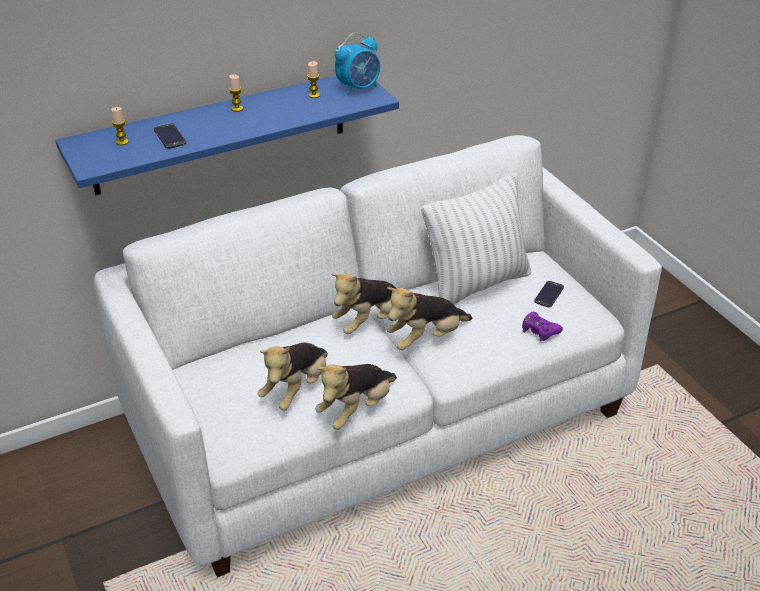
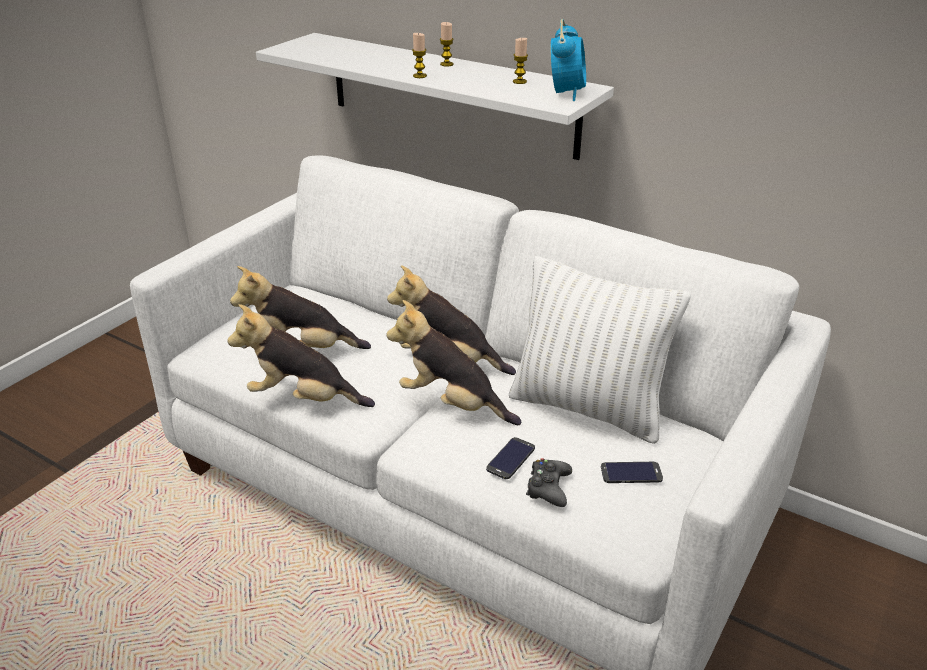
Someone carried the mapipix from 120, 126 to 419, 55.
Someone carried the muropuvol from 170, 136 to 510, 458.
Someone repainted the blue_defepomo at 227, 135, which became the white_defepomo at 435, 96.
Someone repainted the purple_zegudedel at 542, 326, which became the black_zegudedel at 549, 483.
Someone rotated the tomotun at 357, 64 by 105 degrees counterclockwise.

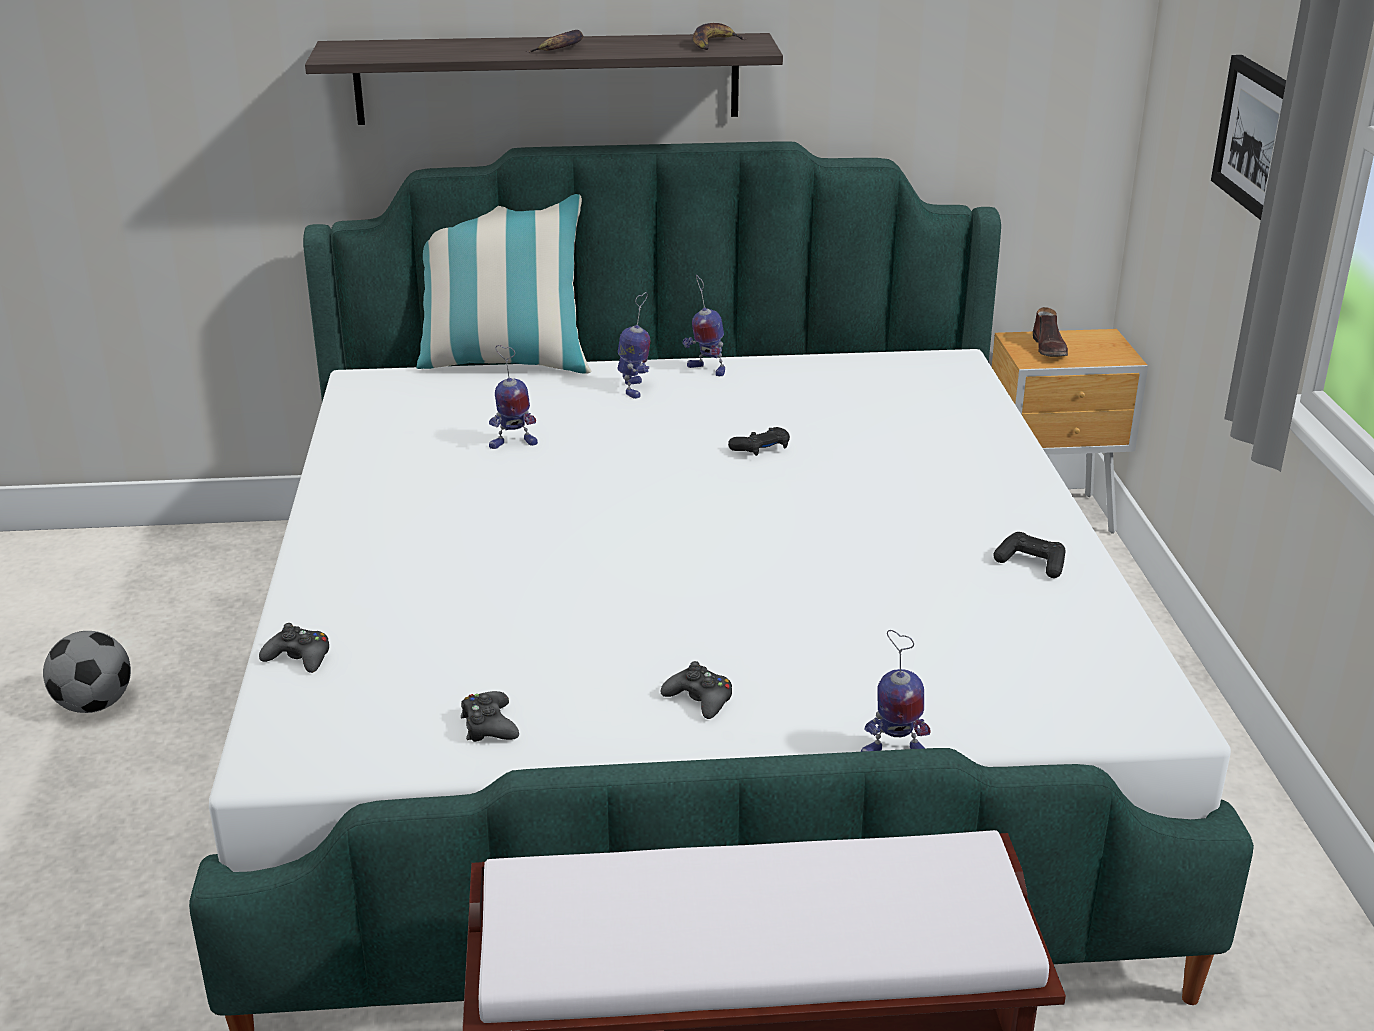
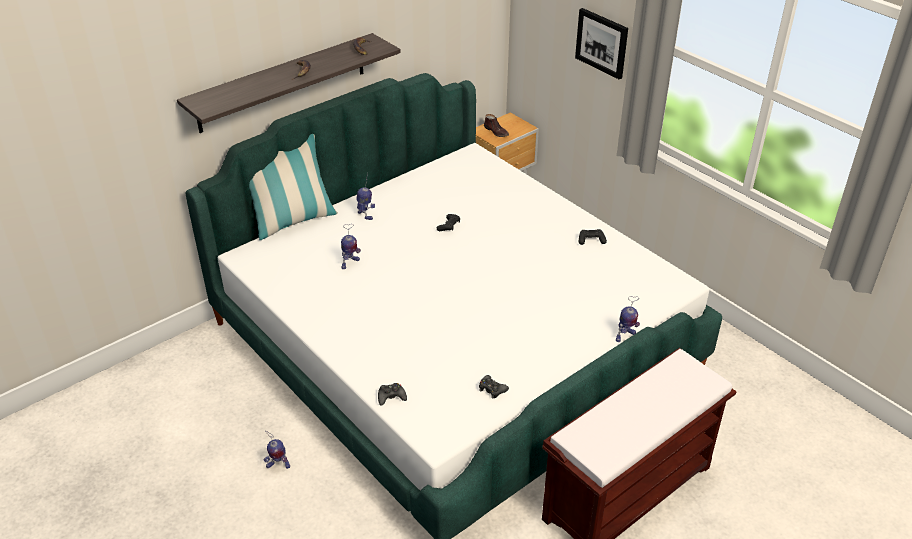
Someone took away the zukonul at 87, 672.
Someone took away the black_zegudedel at 696, 690.
Someone carried the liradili from 704, 325 to 276, 450.

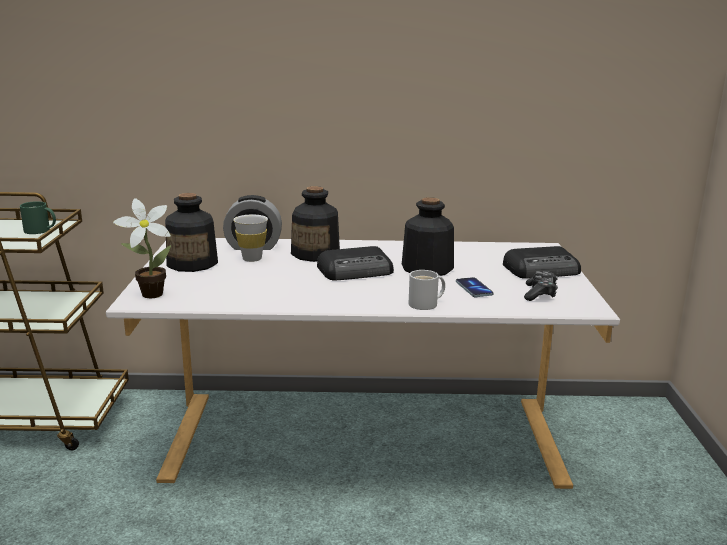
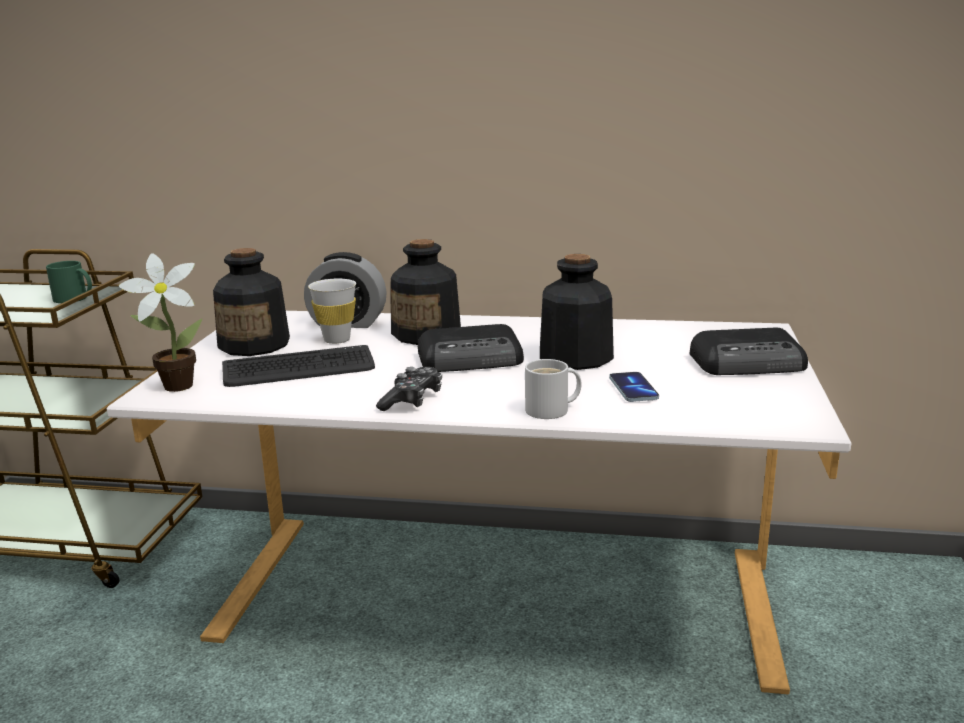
Someone put down the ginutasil at 298, 366.
Someone carried the zegudedel from 541, 286 to 409, 389.

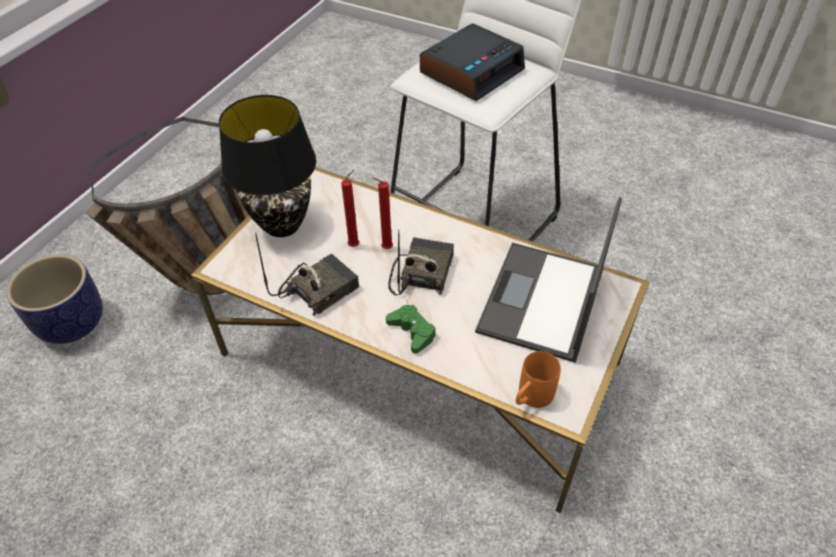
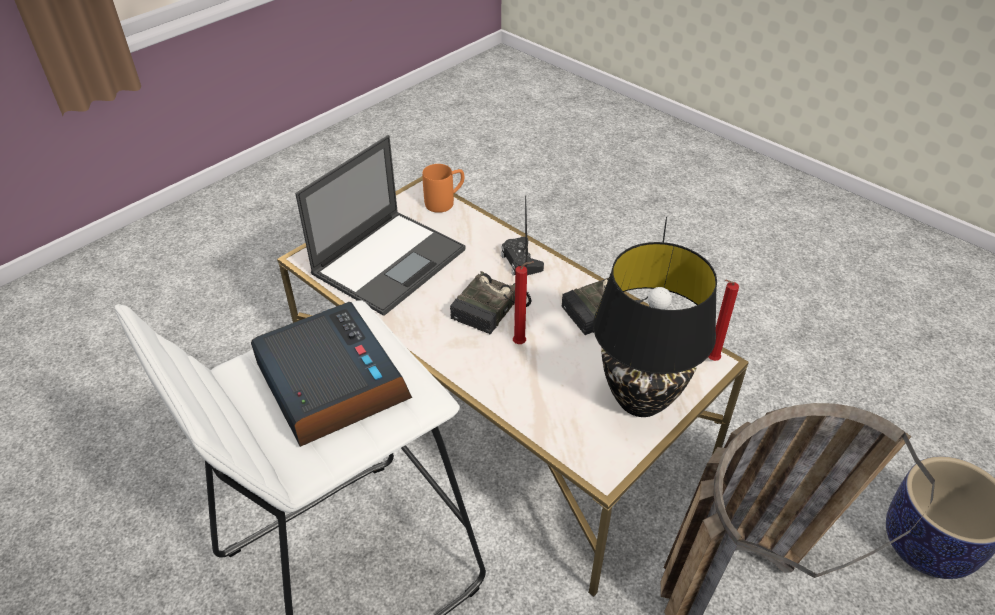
Someone carried the red_mapipix from 350, 208 to 723, 320.
Someone repainted the green_zegudedel at 411, 329, which became the black_zegudedel at 522, 256.
Someone rotated the tomotun at 472, 62 by 90 degrees clockwise.

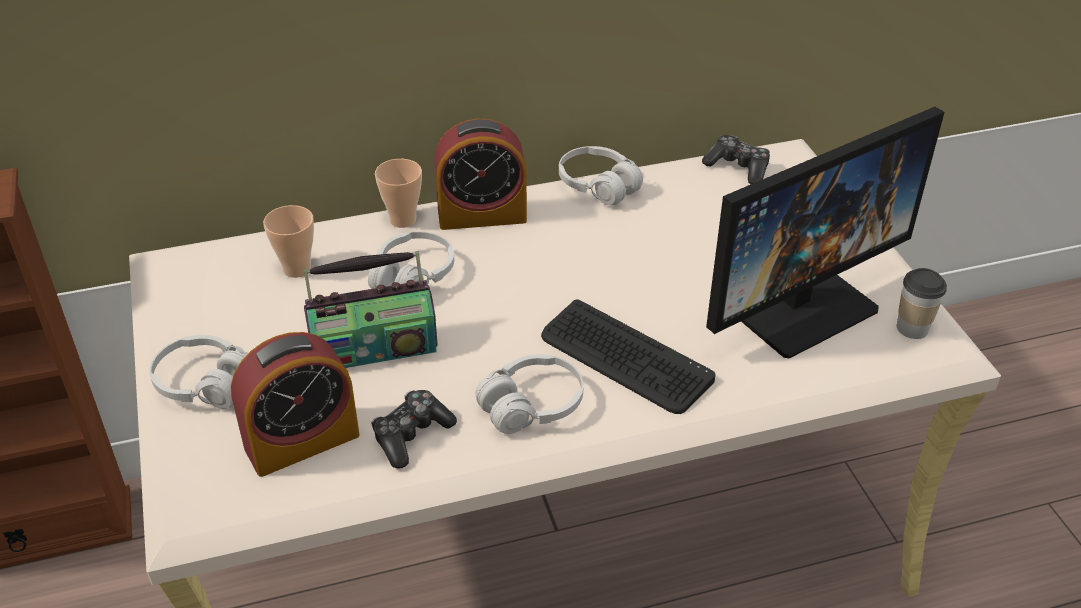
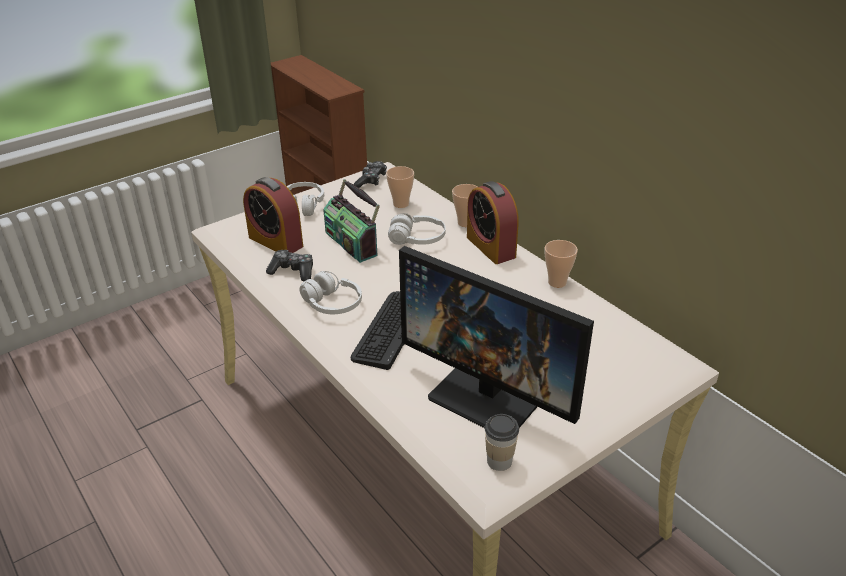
Someone carried the zegudedel from 736, 159 to 370, 174.
Someone swapped the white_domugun at 601, 175 for the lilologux at 561, 264.

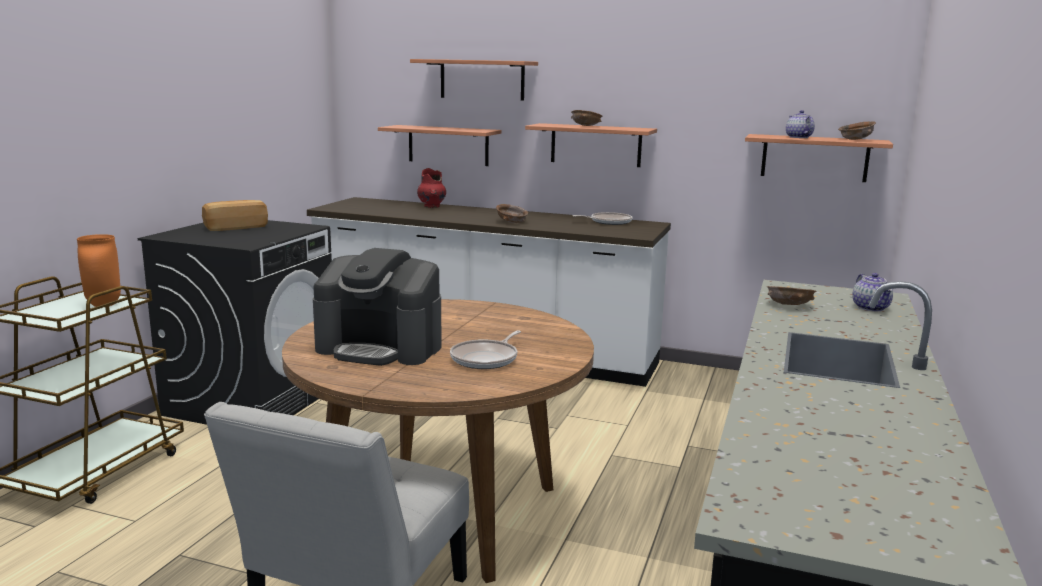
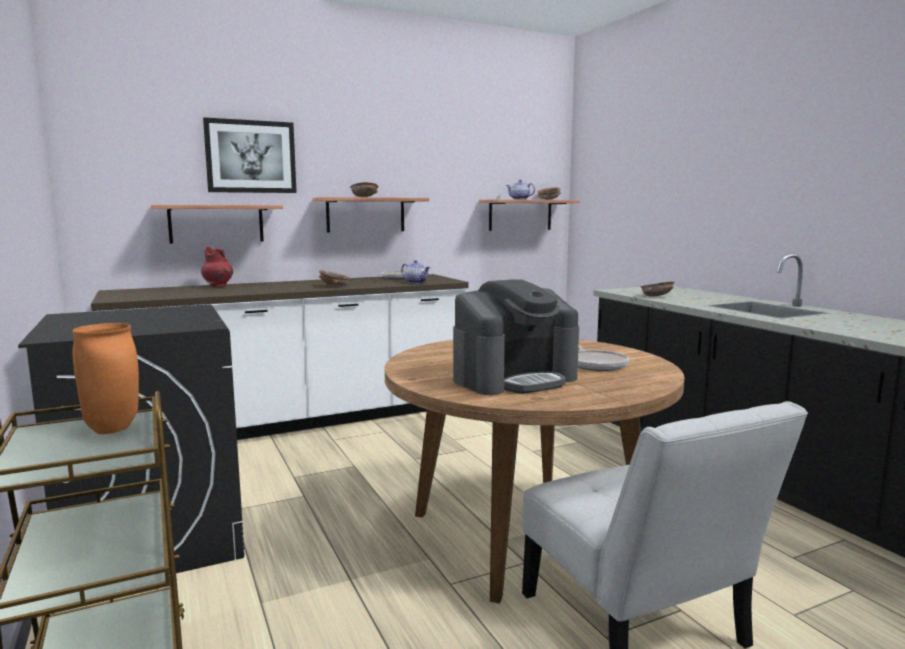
Someone took away the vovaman at 235, 215.
Someone carried the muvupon from 872, 292 to 415, 271.
Someone swapped the defepomo at 474, 80 for the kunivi at 250, 155.

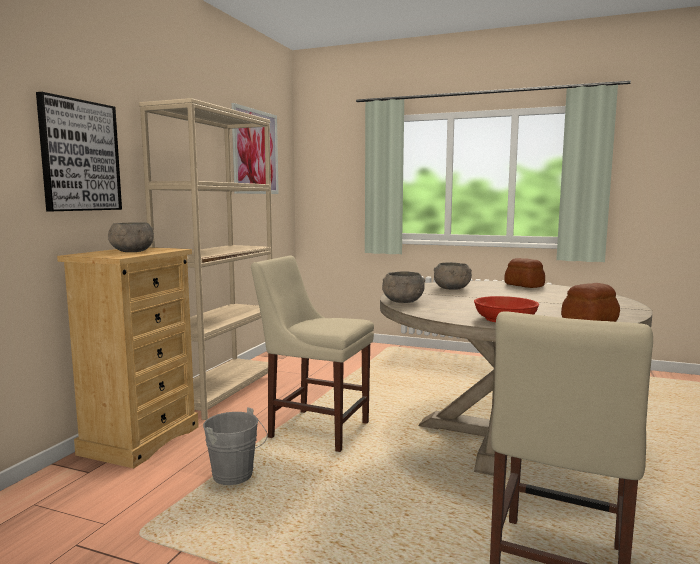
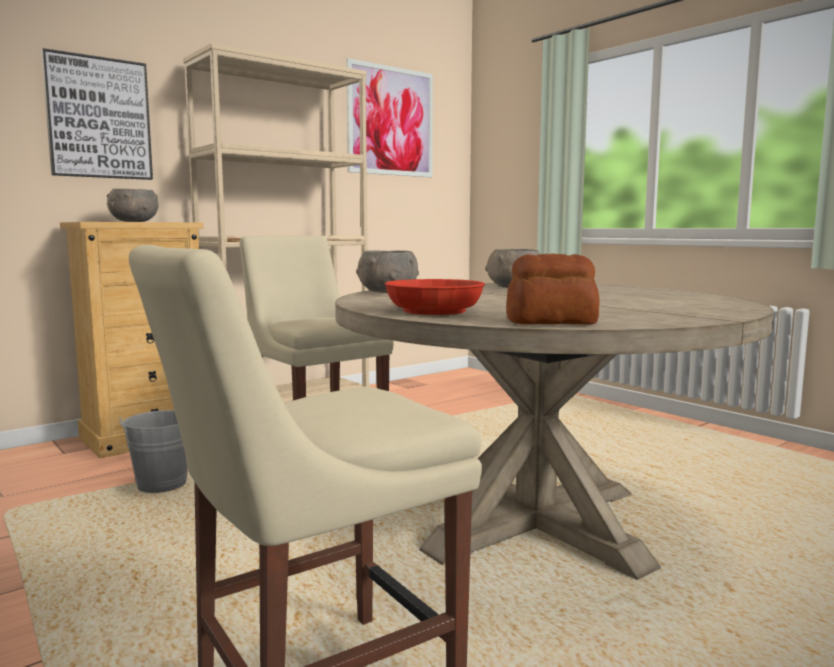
Someone took away the vovaman at 524, 273.

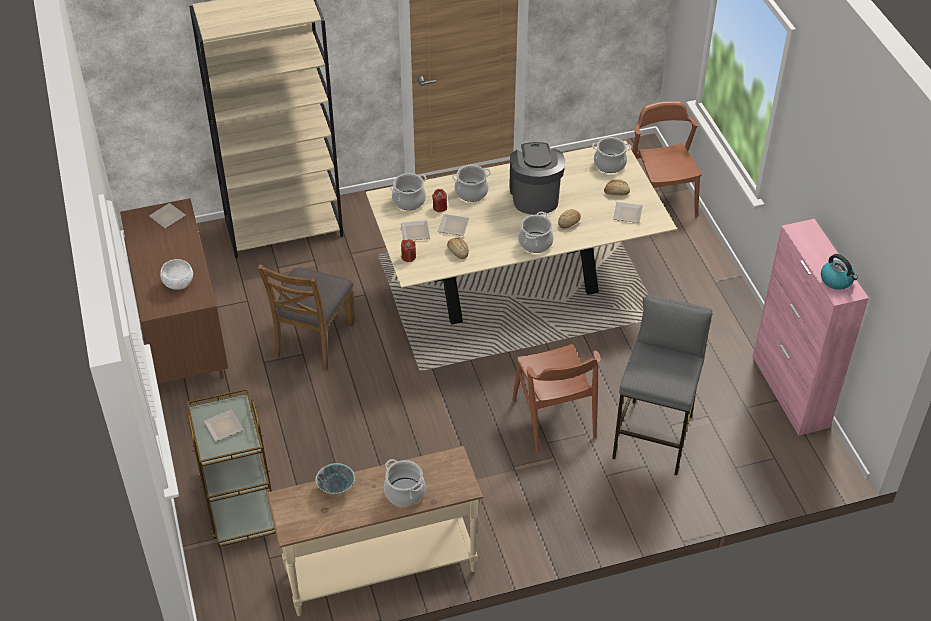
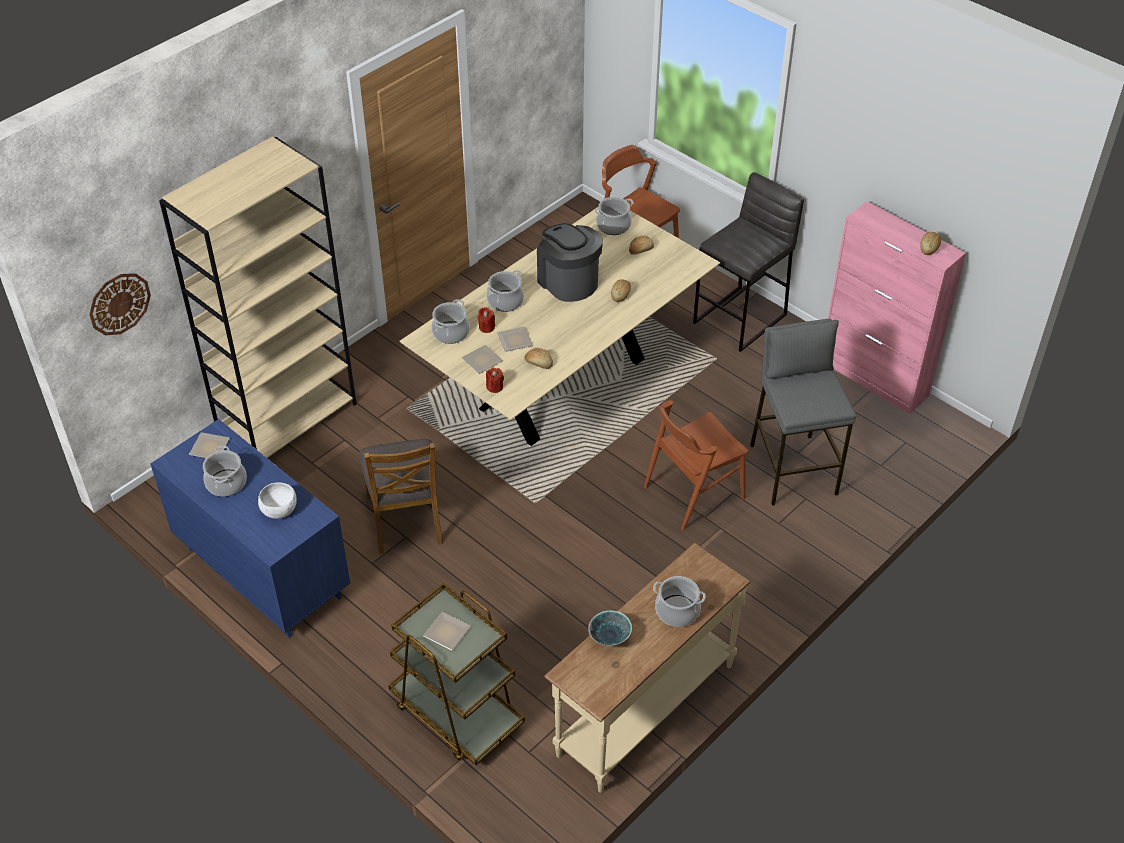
Someone took away the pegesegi at 628, 212.
Someone put up the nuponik at 120, 304.
Someone put down the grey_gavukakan at 748, 262.
Someone carried the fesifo from 536, 232 to 225, 471.
Someone swapped the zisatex at 839, 272 for the vovaman at 930, 243.
Someone repainted the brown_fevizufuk at 174, 294, which became the blue_fevizufuk at 250, 528.
Someone rotated the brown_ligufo at 556, 398 by 105 degrees clockwise.

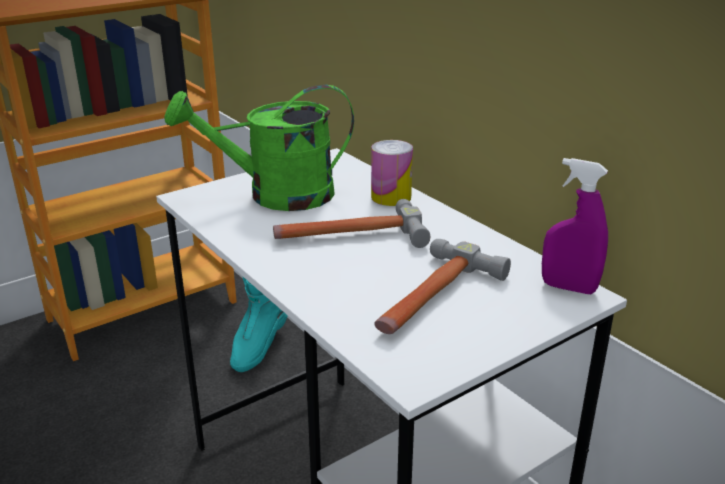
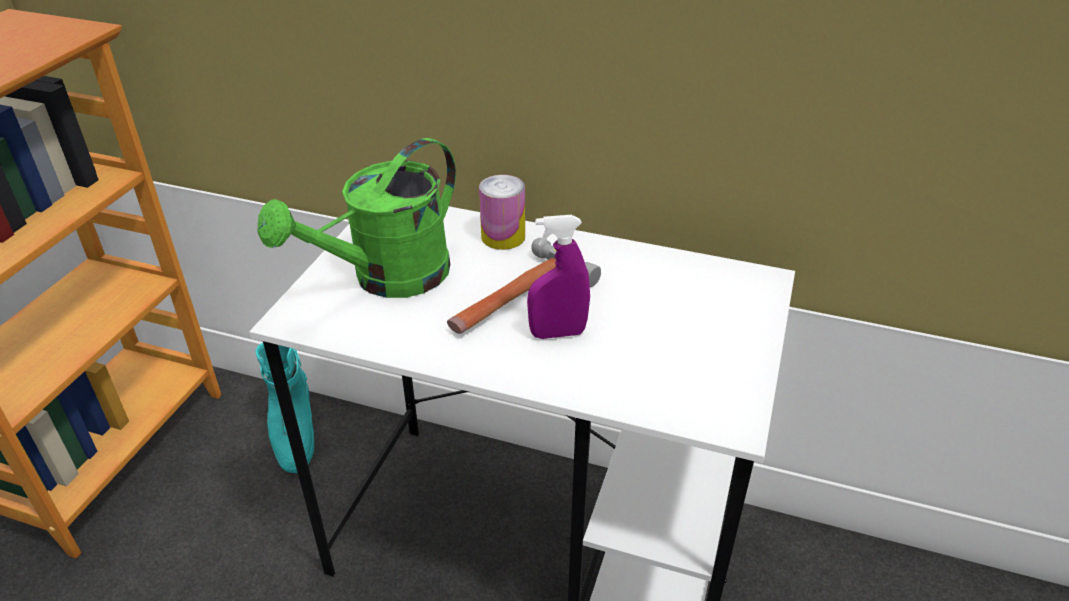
Someone took away the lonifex at 442, 286.
Someone carried the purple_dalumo from 575, 226 to 558, 277.

